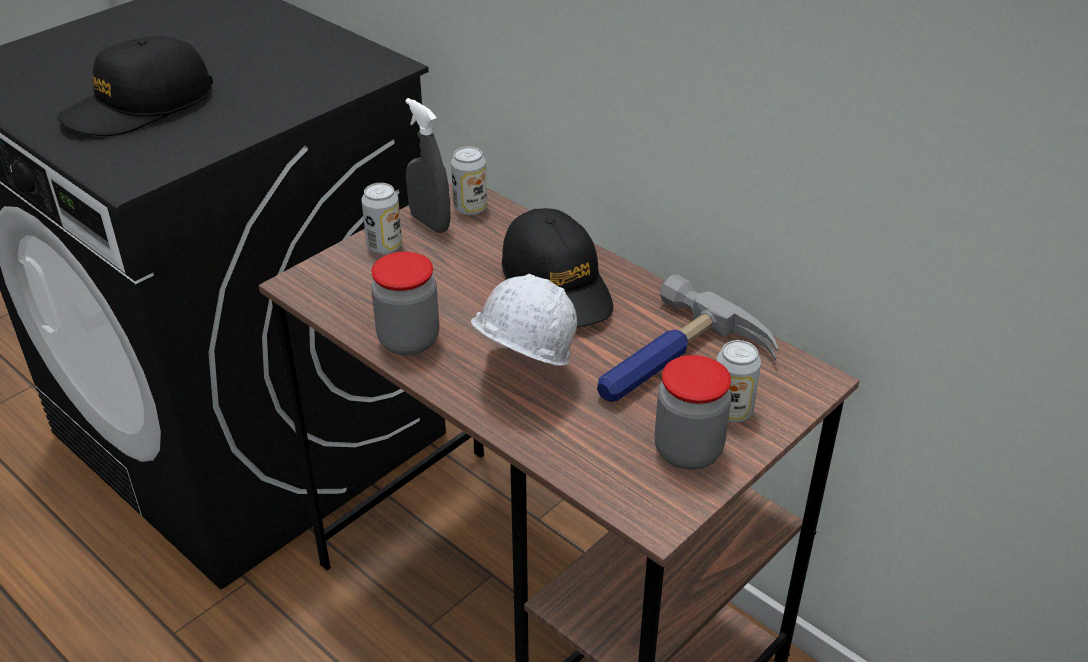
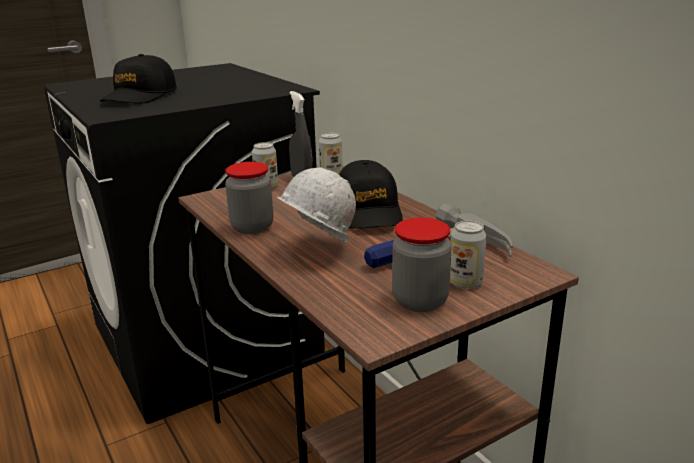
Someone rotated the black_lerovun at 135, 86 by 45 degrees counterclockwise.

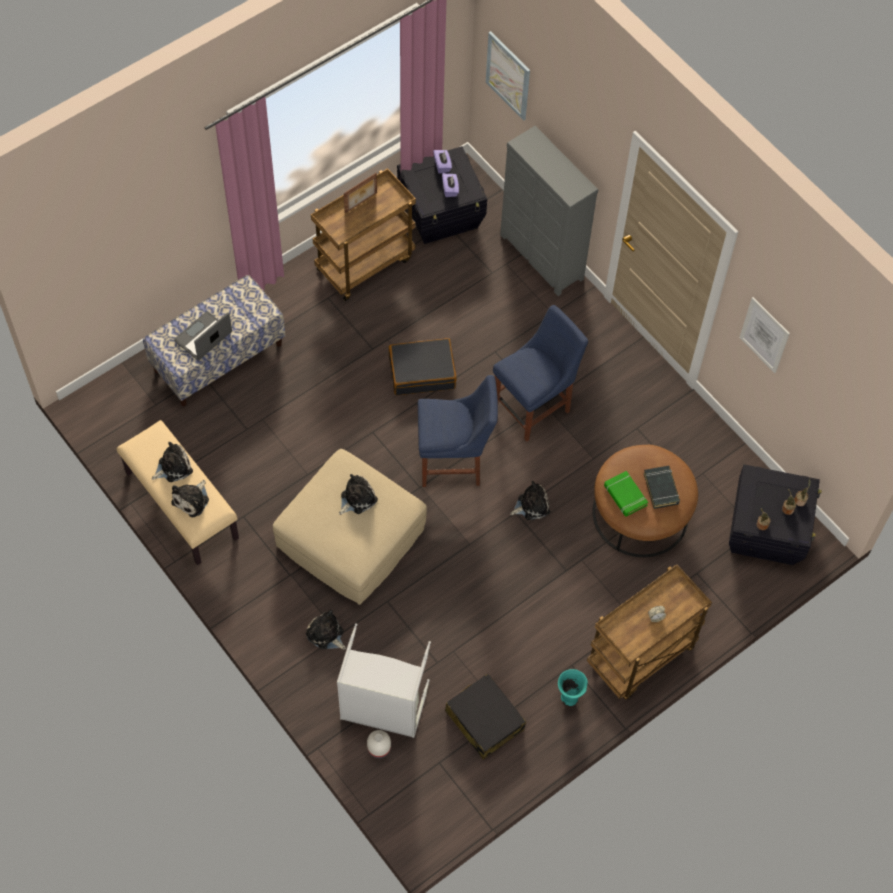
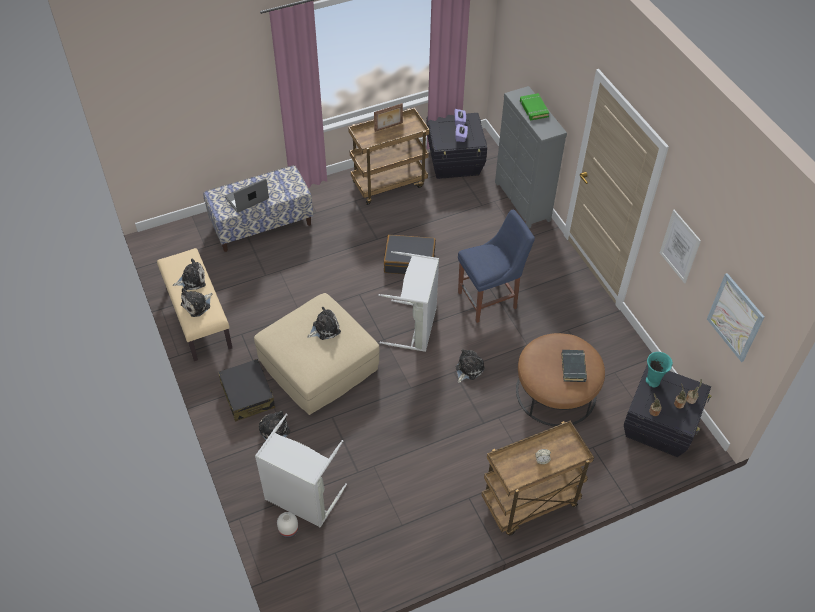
Someone carried the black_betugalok from 485, 716 to 246, 390.
Someone carried the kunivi from 508, 76 to 736, 317.
Someone carried the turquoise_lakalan from 573, 687 to 659, 369.
Someone carried the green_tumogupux from 626, 494 to 535, 106.
Someone swapped the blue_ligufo at 458, 431 for the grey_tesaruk at 408, 301.
Someone rotated the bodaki at 530, 500 by 45 degrees counterclockwise.

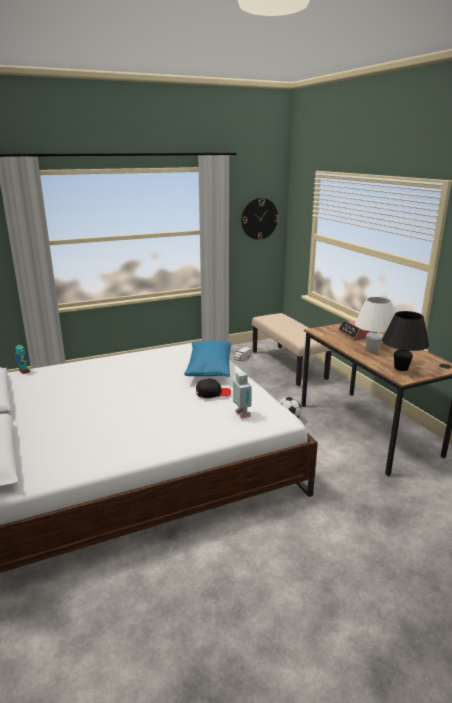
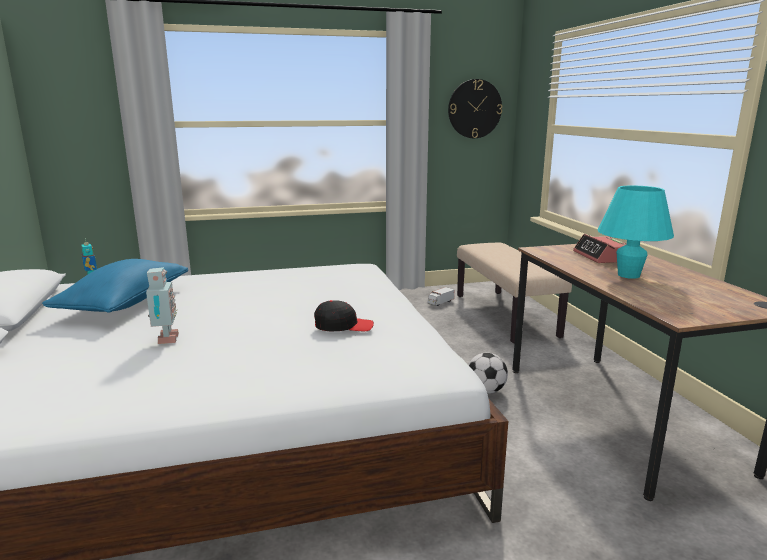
Someone took away the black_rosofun at 405, 341.
Someone carried the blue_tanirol from 207, 358 to 115, 286.
Someone carried the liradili from 242, 394 to 162, 305.
Someone repainted the white_rosofun at 375, 324, which became the turquoise_rosofun at 636, 232.

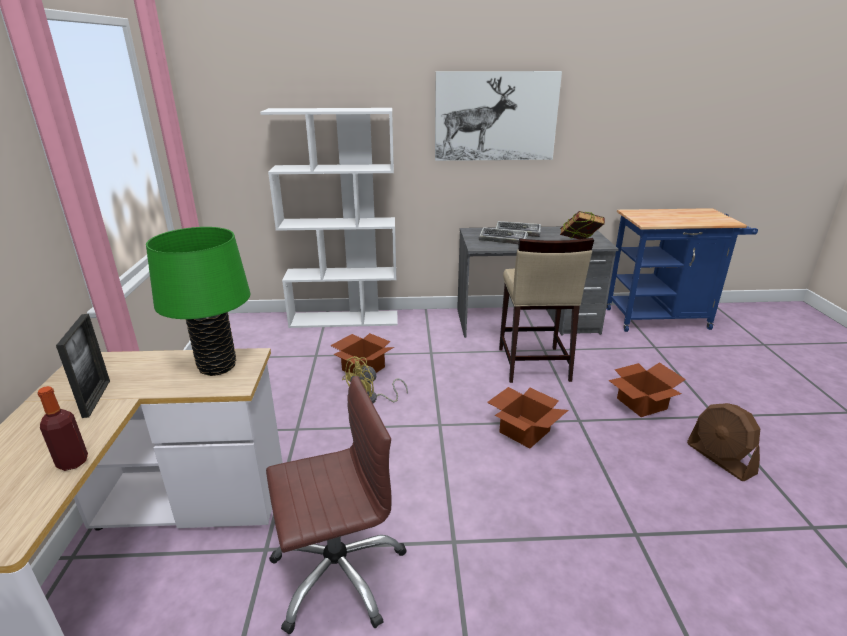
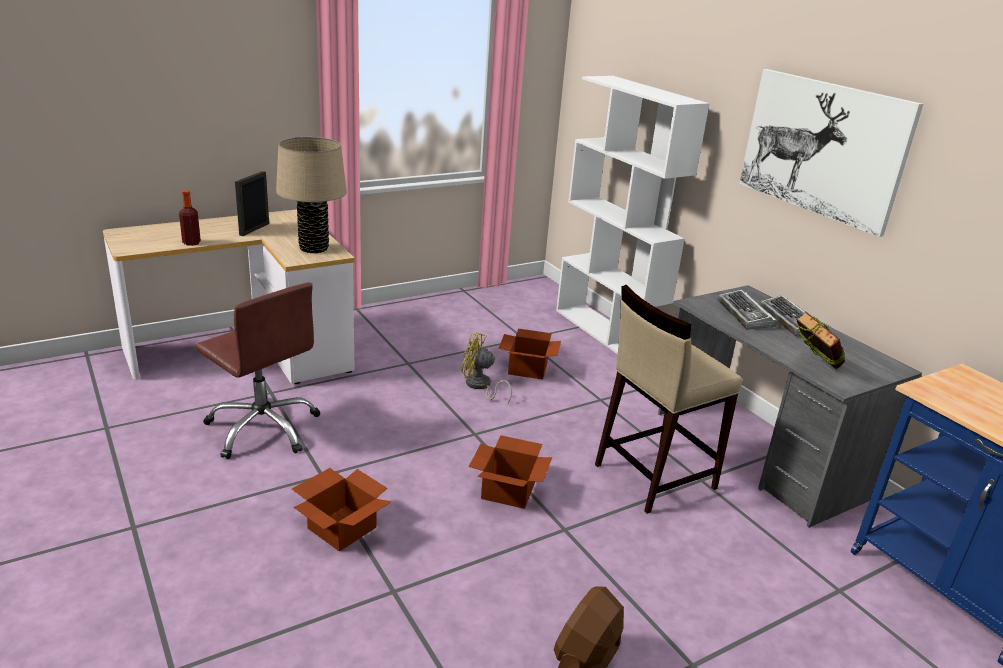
Someone carried the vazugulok from 647, 389 to 342, 510.
Someone repainted the green_rosofun at 198, 301, which became the beige_rosofun at 311, 195.
Someone rotated the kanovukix at 83, 366 by 150 degrees clockwise.

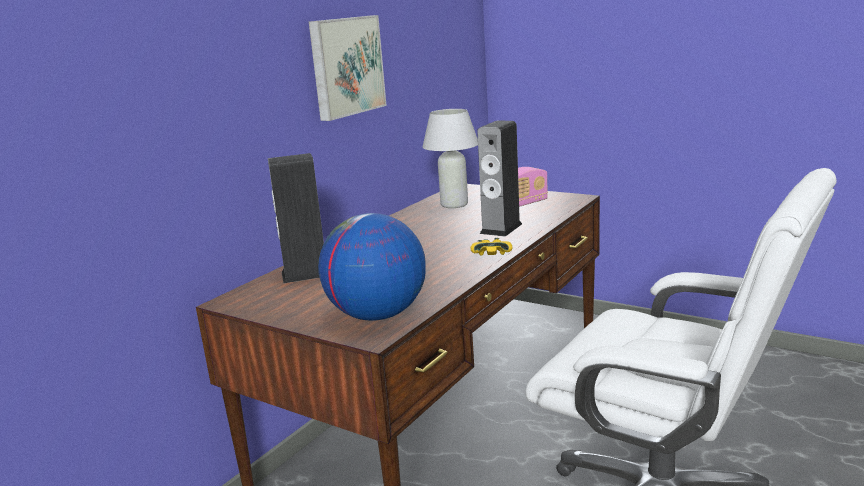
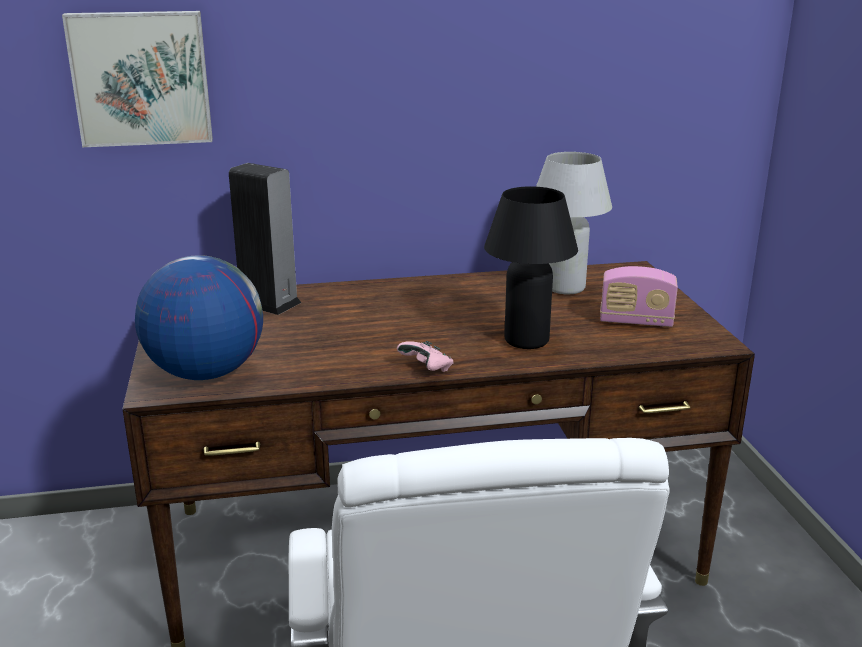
Someone carried the kunivi from 348, 68 to 137, 79.
Someone swapped the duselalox at 499, 178 for the black_rosofun at 531, 267.
Someone repainted the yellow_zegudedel at 491, 247, which became the pink_zegudedel at 425, 356.

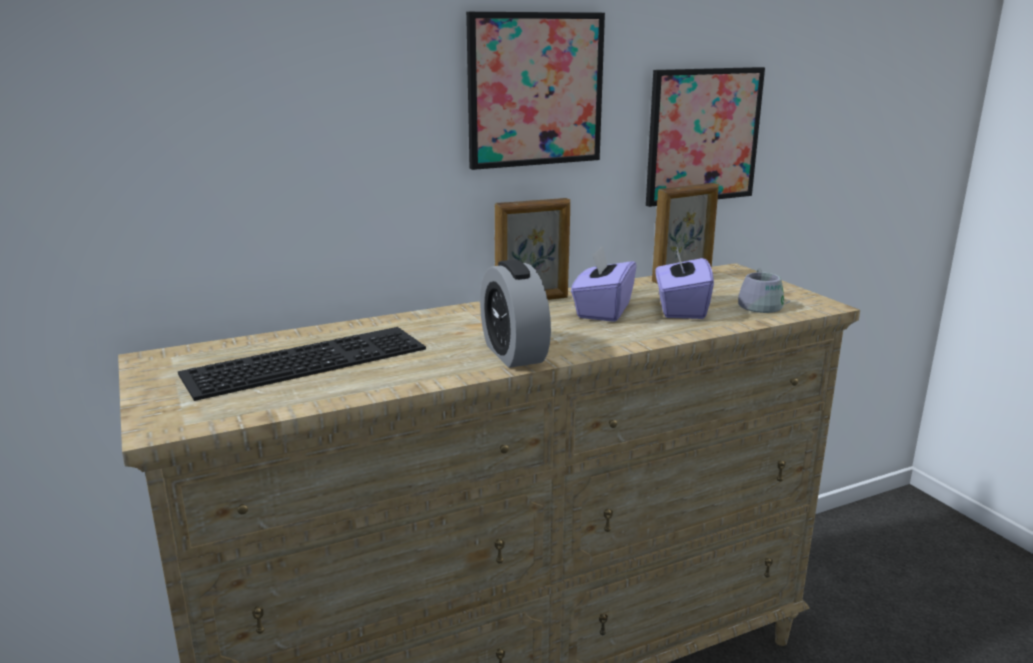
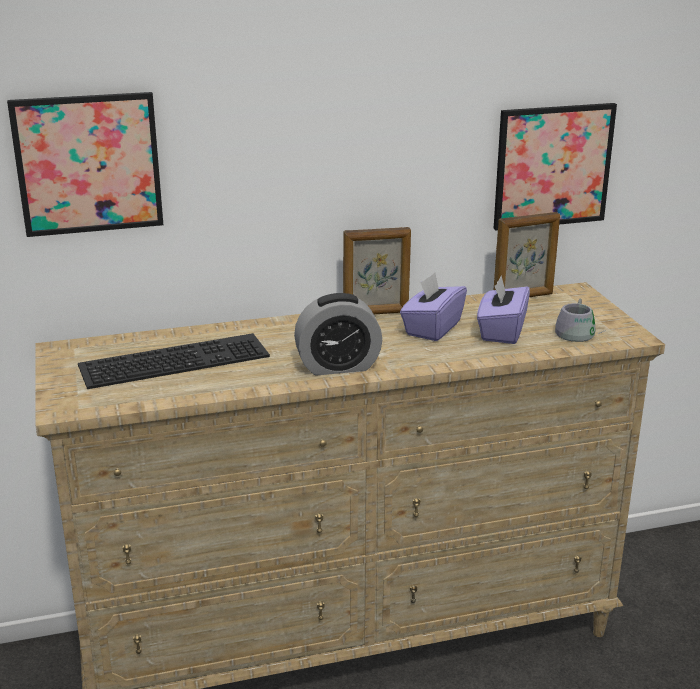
Someone carried the kunivi from 535, 91 to 85, 164.
Someone rotated the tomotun at 515, 314 by 90 degrees counterclockwise.

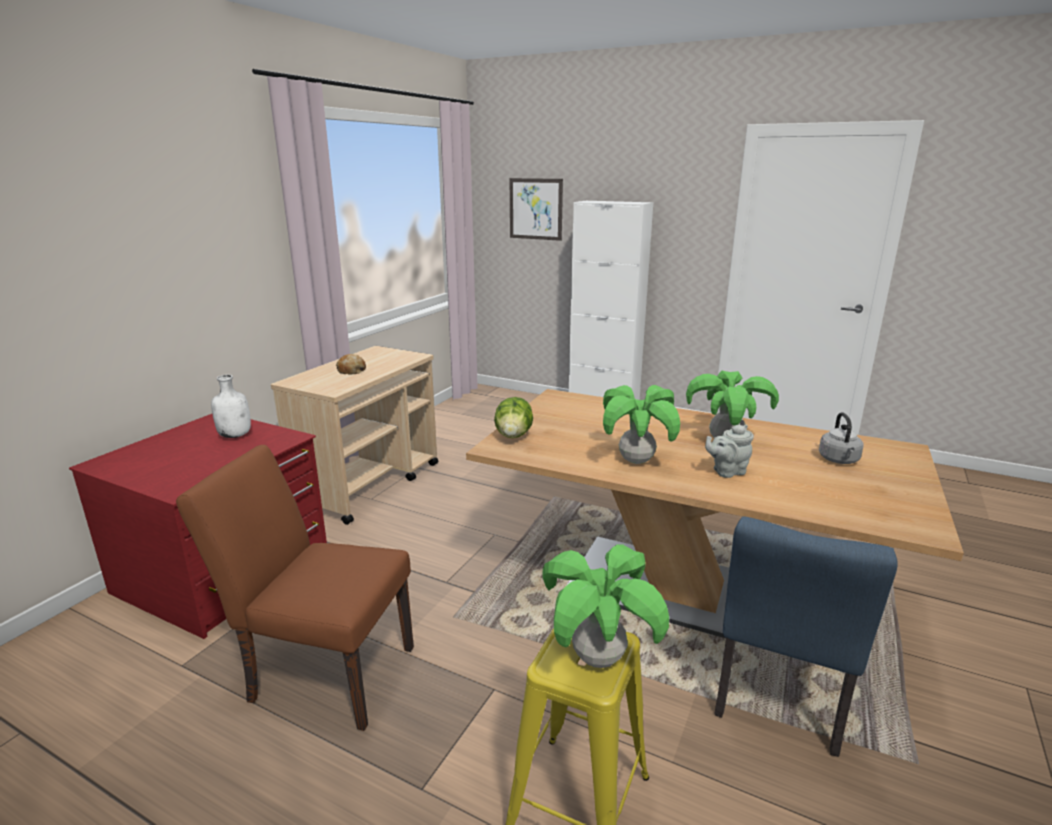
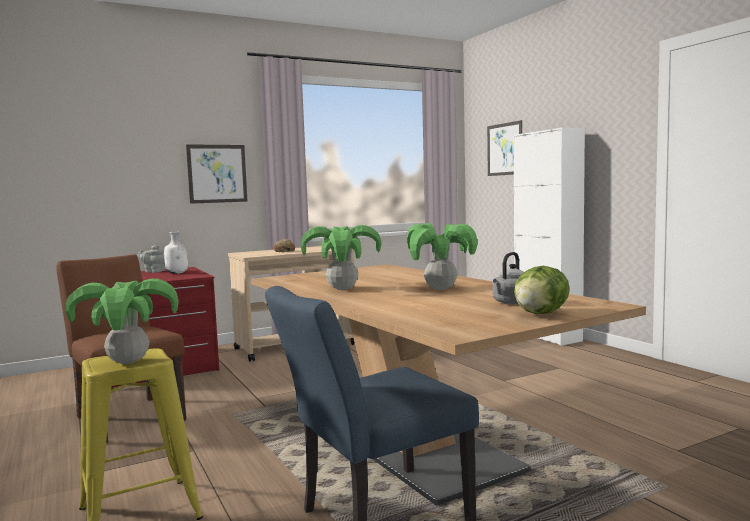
Someone put up the kunivi at 217, 174.
Someone carried the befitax from 513, 417 to 542, 290.
Someone carried the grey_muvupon from 729, 451 to 151, 259.

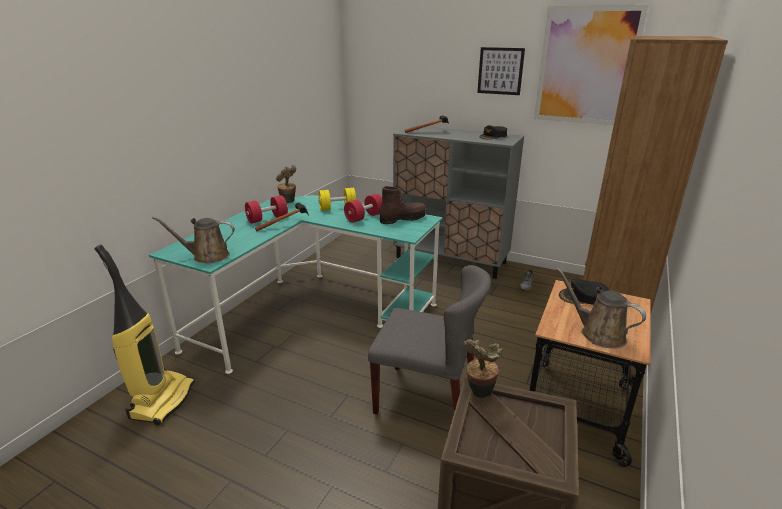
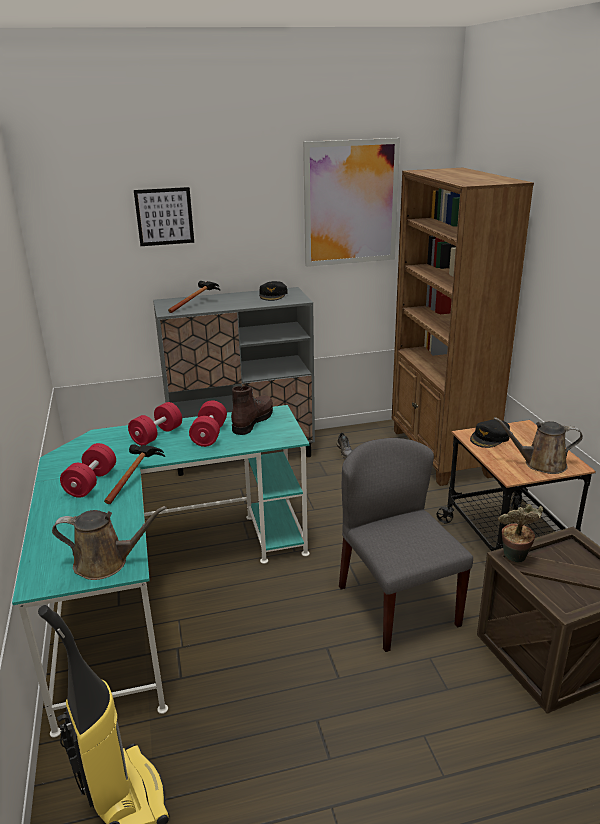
Someone took away the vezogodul at 286, 184.
Someone carried the kunivi from 501, 71 to 164, 216.
Someone repainted the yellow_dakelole at 337, 199, which became the red_dakelole at 155, 424.
Someone rotated the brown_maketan at 193, 239 by 135 degrees counterclockwise.
Someone rotated the grey_ligufo at 429, 339 by 90 degrees counterclockwise.

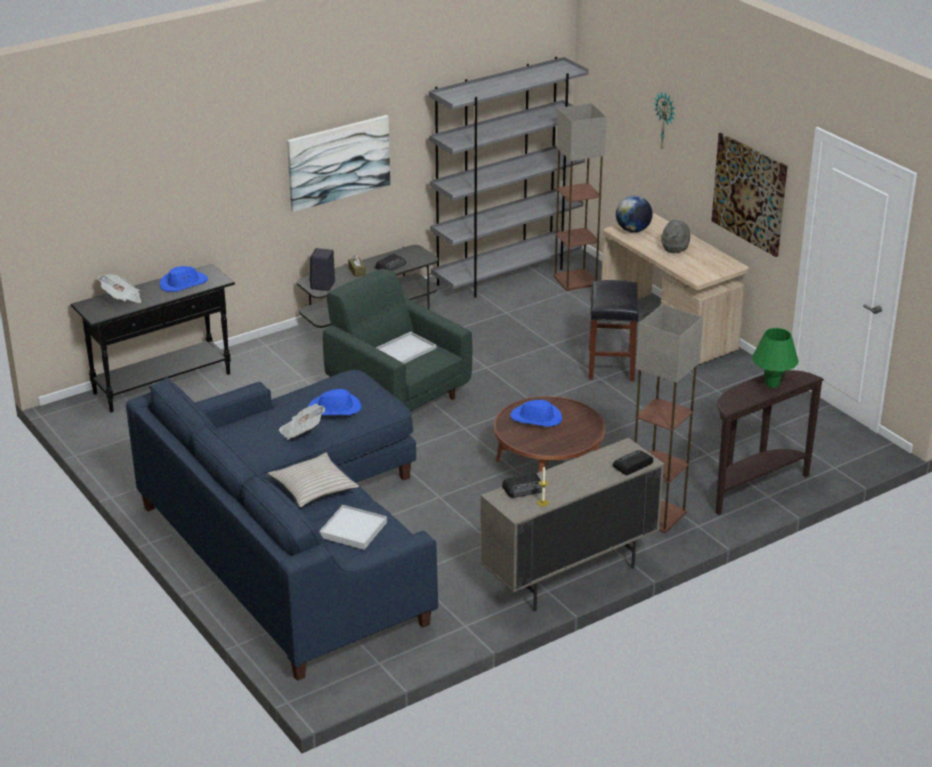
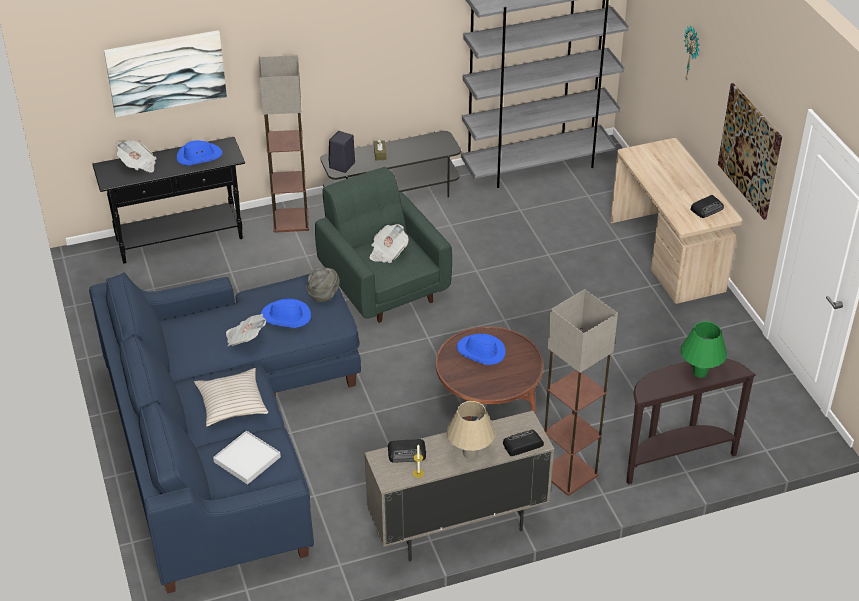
Someone took away the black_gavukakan at 613, 330.
Someone took away the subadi at 634, 214.
Someone put down the beige_rosofun at 471, 430.
Someone carried the kunivi from 338, 163 to 165, 73.
Someone carried the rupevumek from 390, 262 to 707, 206.
Someone carried the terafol from 580, 197 to 284, 144.
Someone carried the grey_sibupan from 675, 236 to 323, 284.
Someone swapped the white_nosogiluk at 406, 348 for the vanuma at 389, 243.

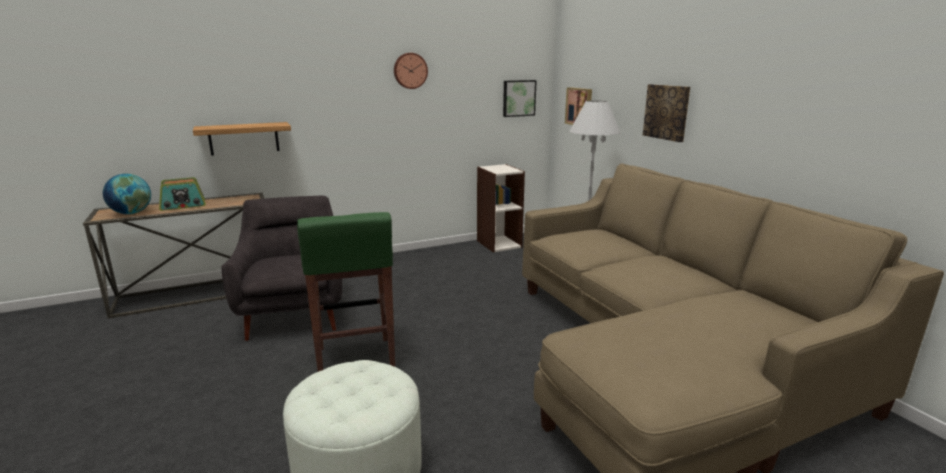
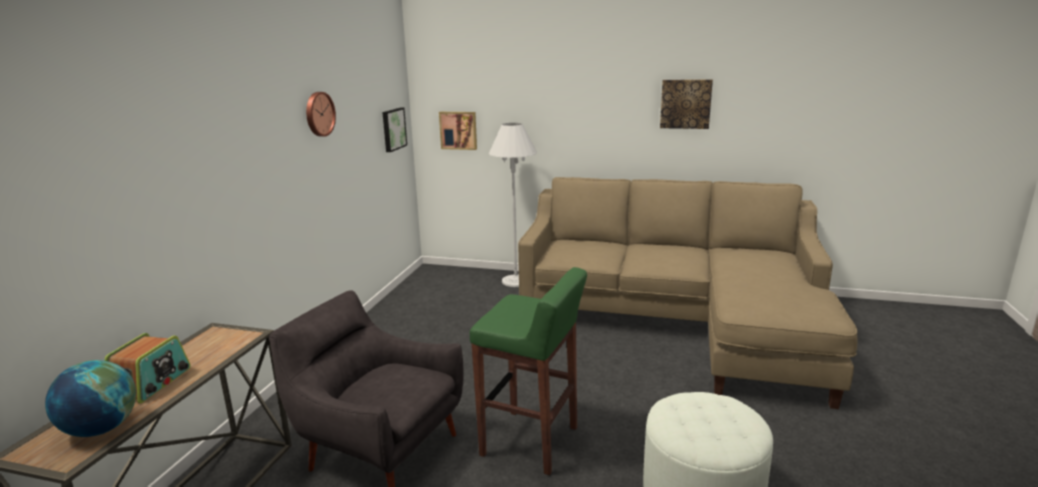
Someone took away the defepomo at 242, 139.
Someone took away the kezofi at 501, 208.
Someone carried the kunivi from 666, 113 to 686, 104.

